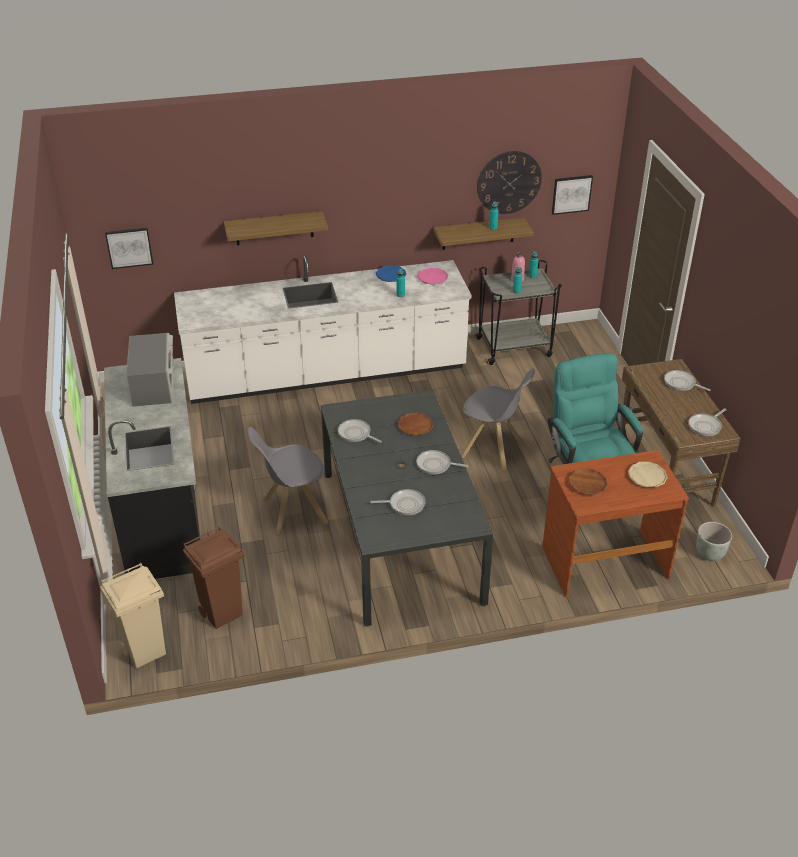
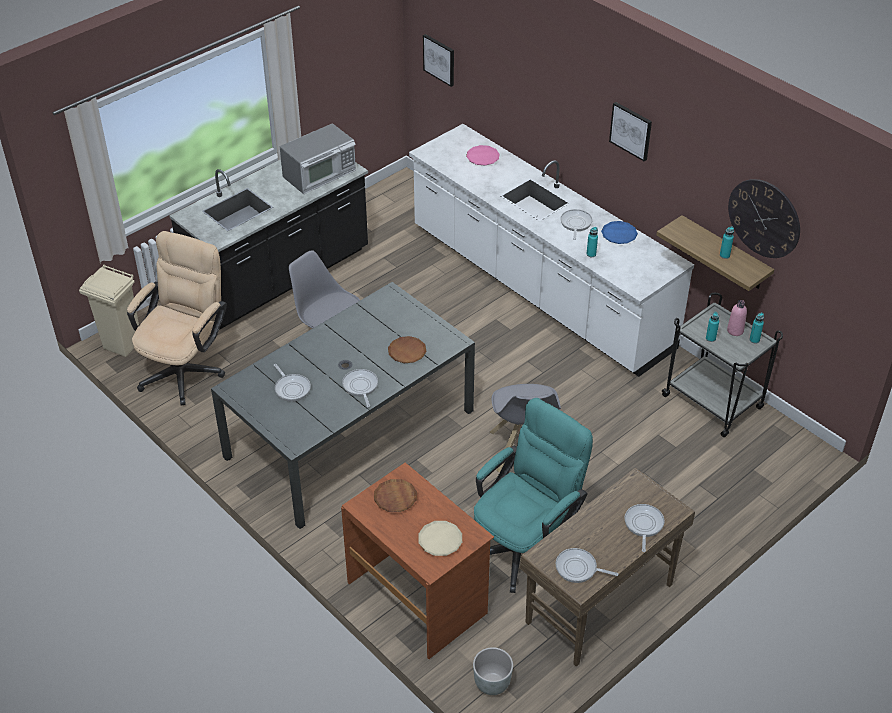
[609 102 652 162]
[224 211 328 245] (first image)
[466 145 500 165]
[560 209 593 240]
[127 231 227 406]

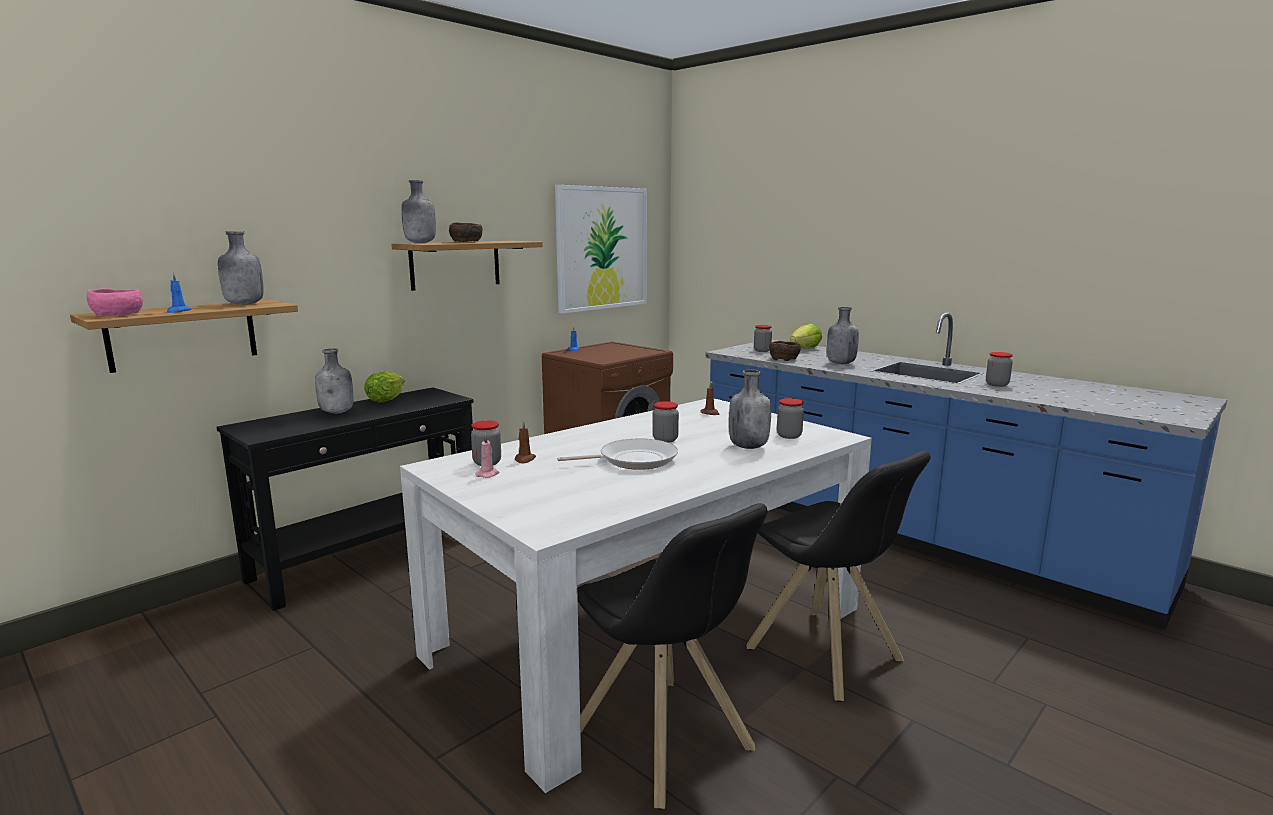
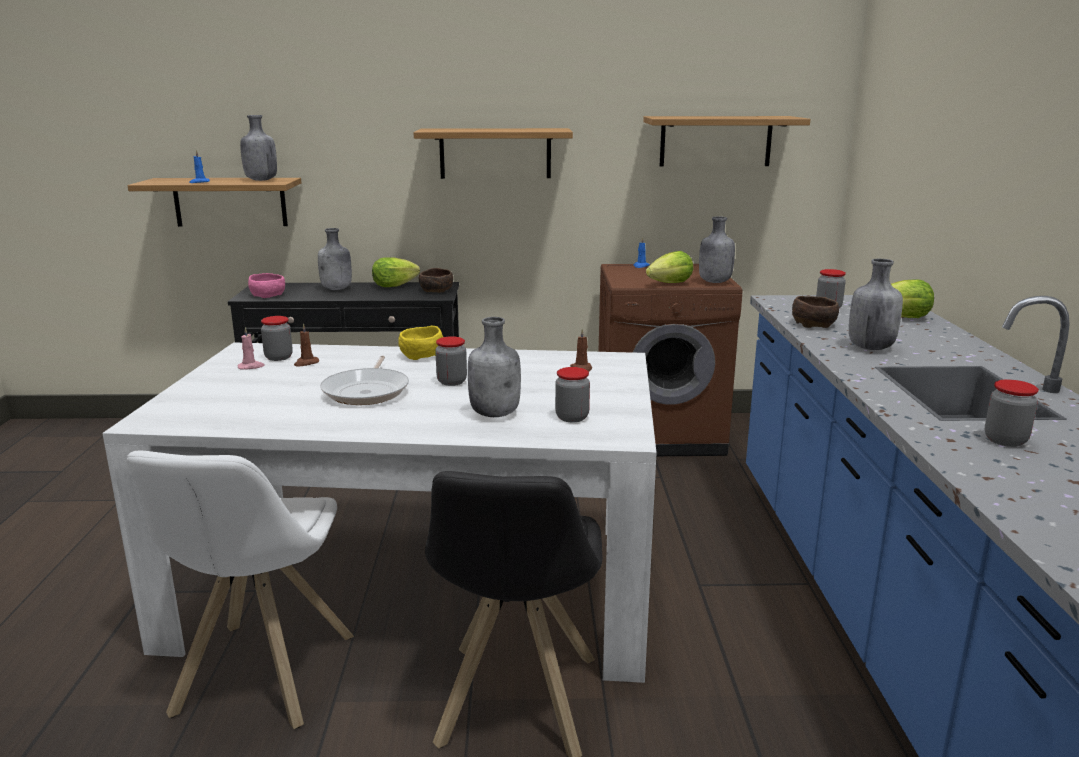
[699 216 735 283]
[643 116 811 167]
[419 268 453 293]
[248 273 285 298]
[320 356 409 405]
[127 451 354 729]
[646 251 694 283]
[398 326 443 360]

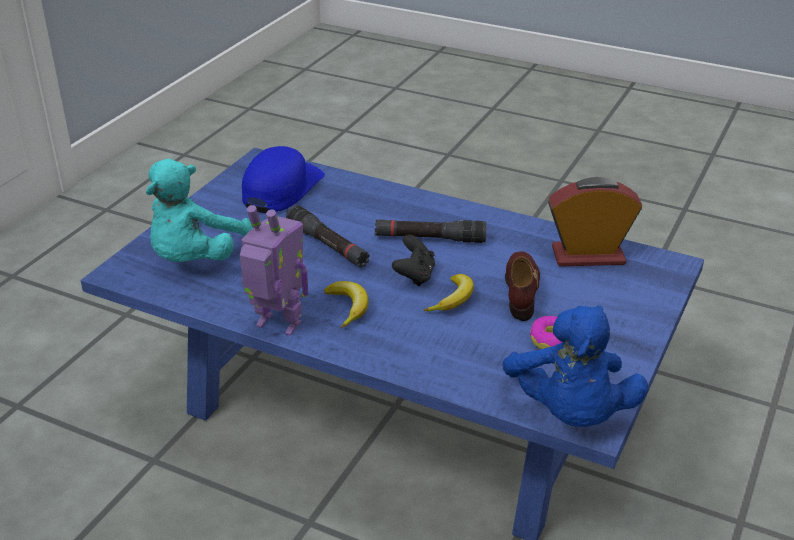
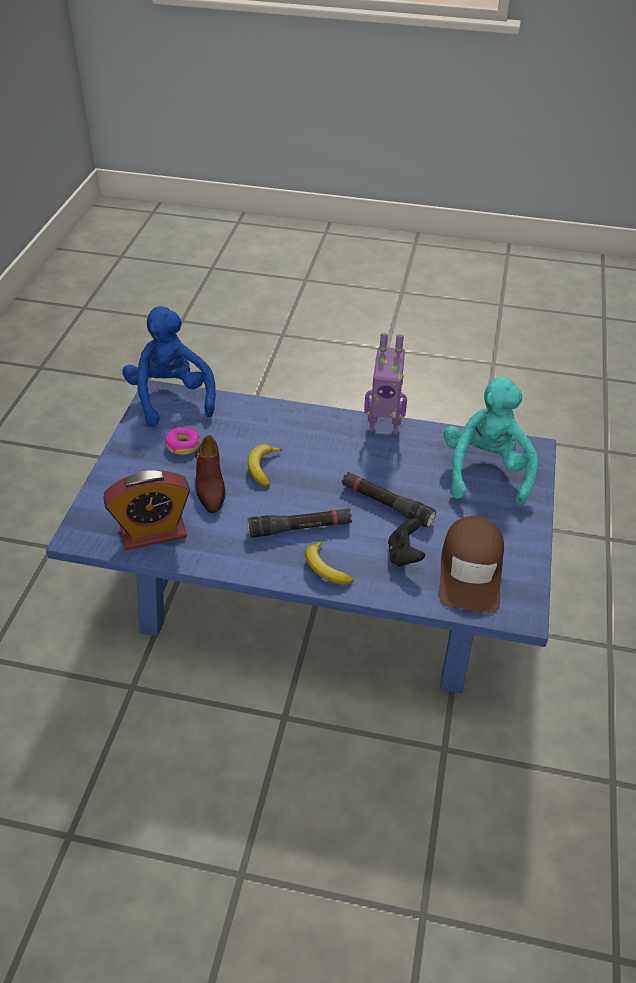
[439 516 504 613]
[388 518 425 567]
[305 541 353 585]

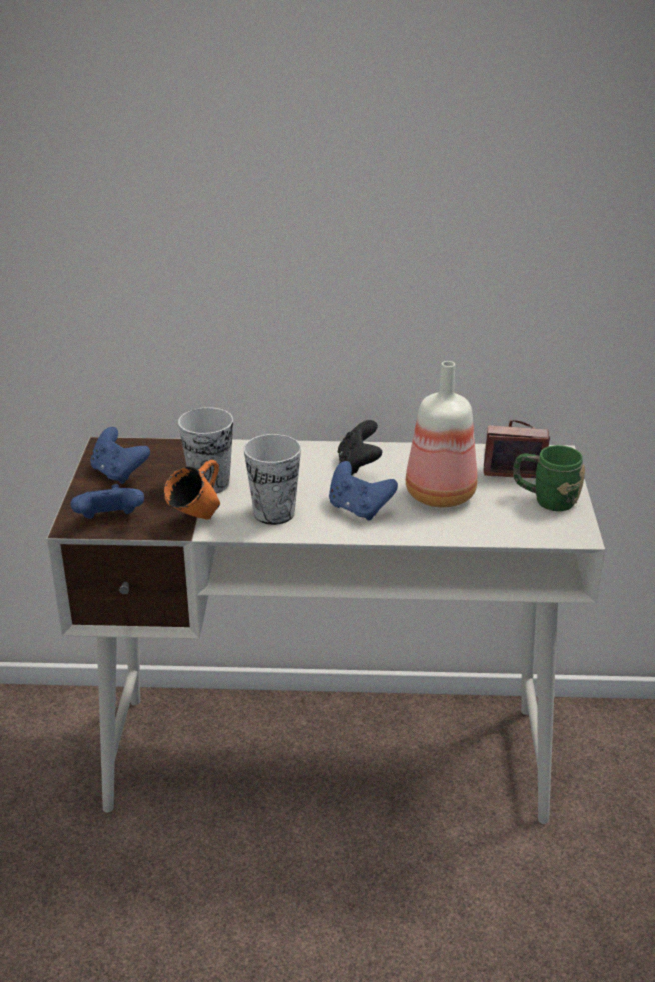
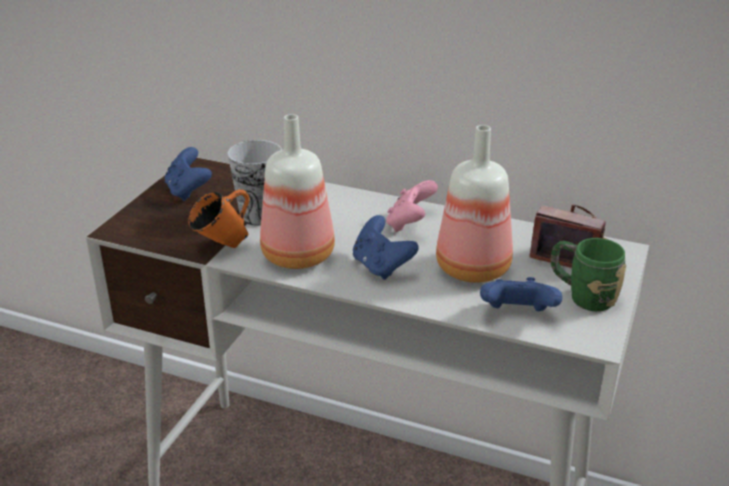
[386 180 438 232]
[260 114 335 269]
[480 277 562 311]

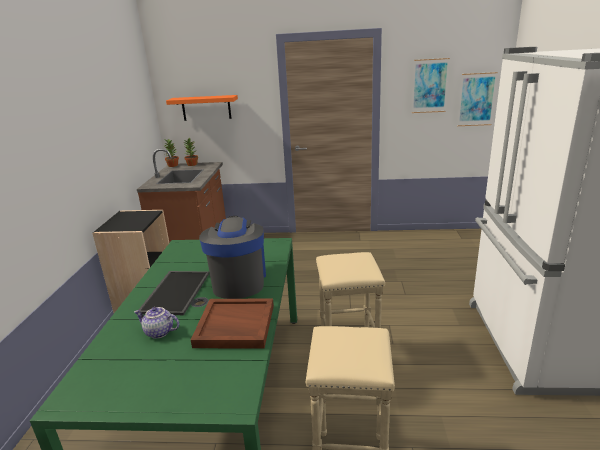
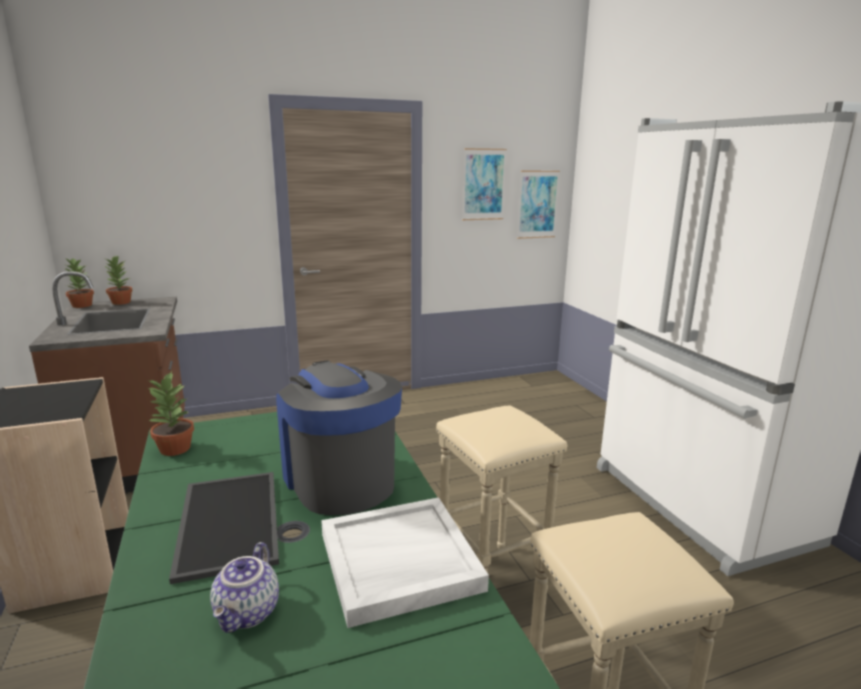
[166 95 238 121] (first image)
[321 497 489 628]
[210 542 279 633]
[147 371 194 456]

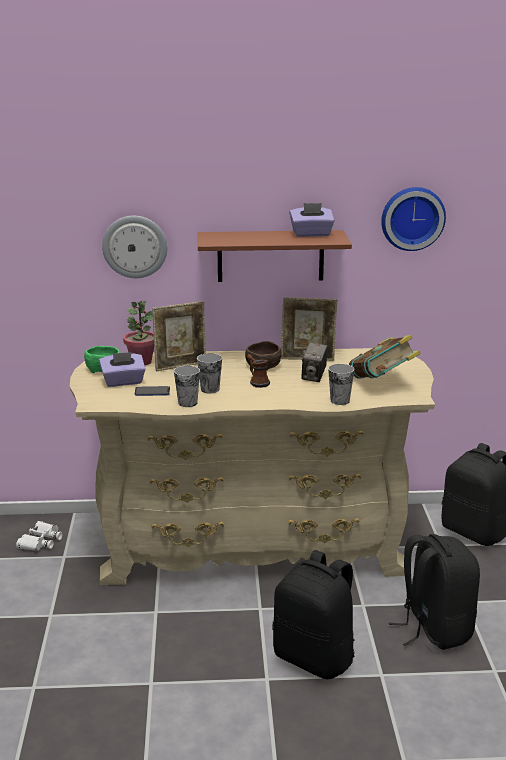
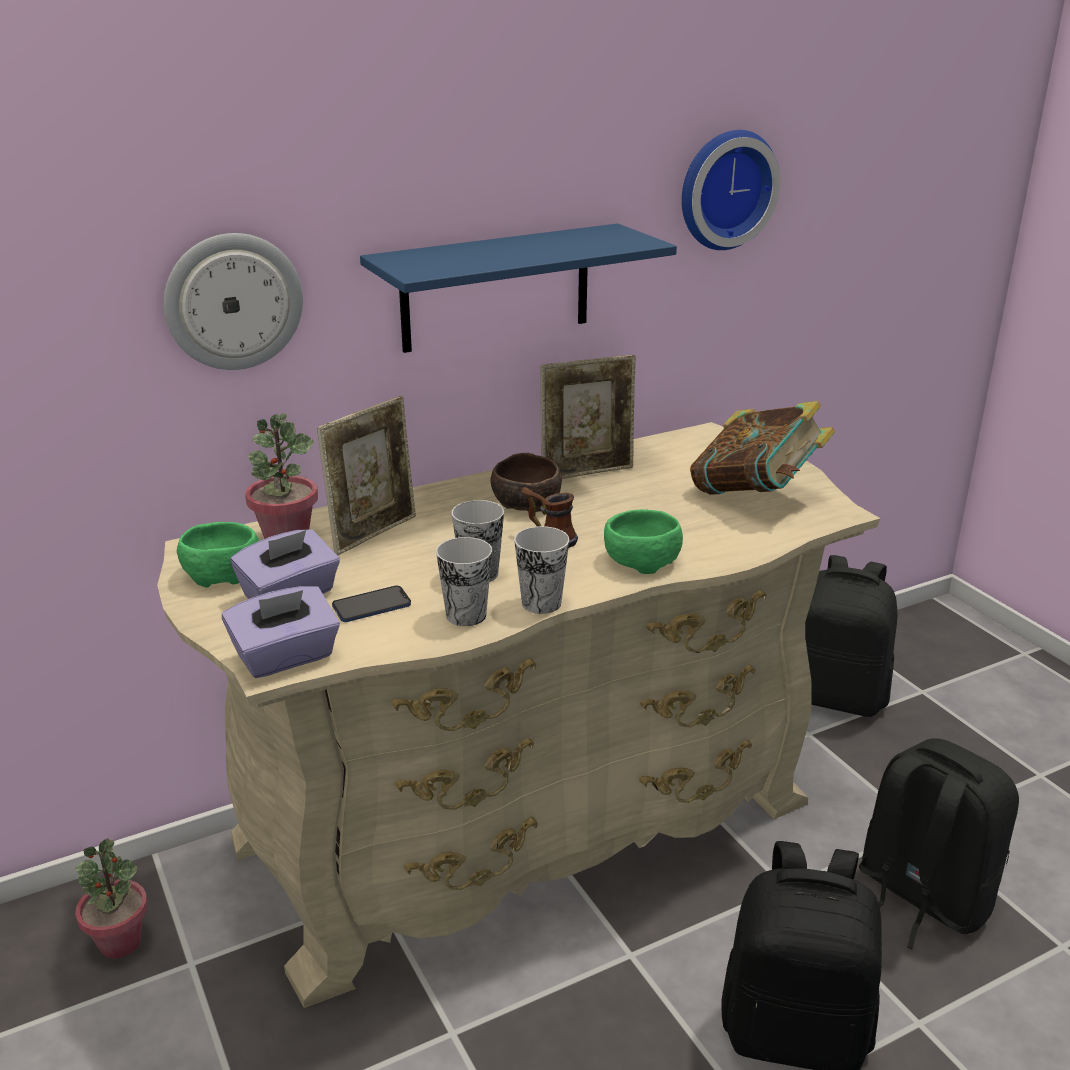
[222 586 340 678]
[360 223 677 353]
[301 342 328 382] (first image)
[514 526 569 614]
[75 838 148 959]
[604 509 683 574]

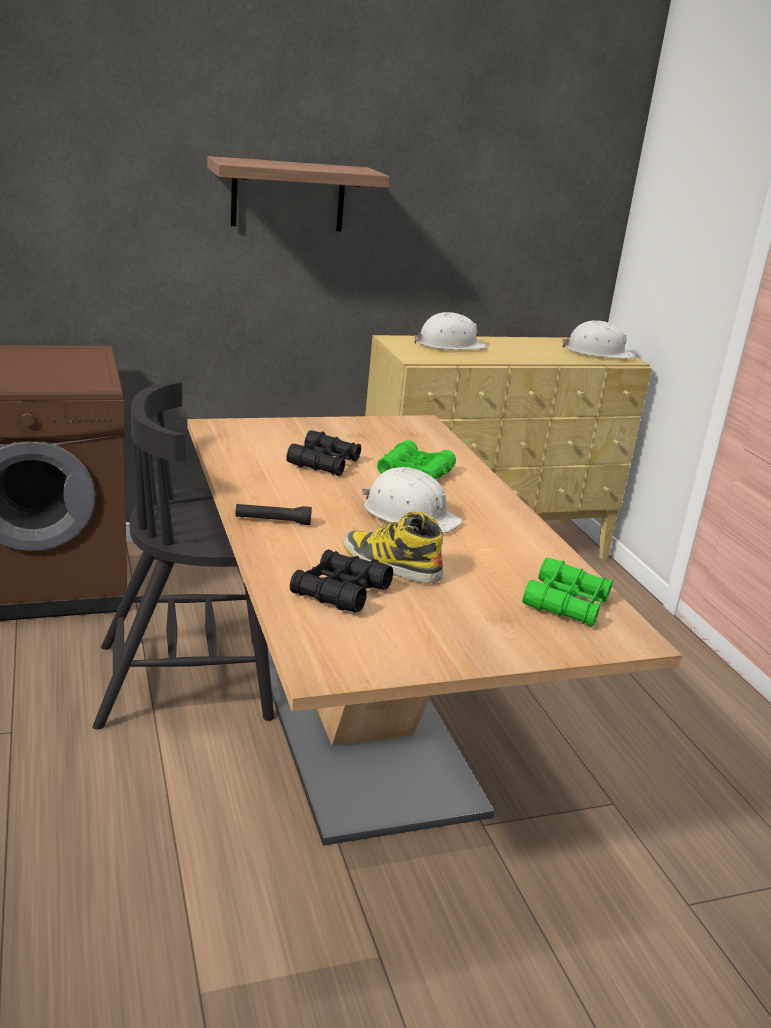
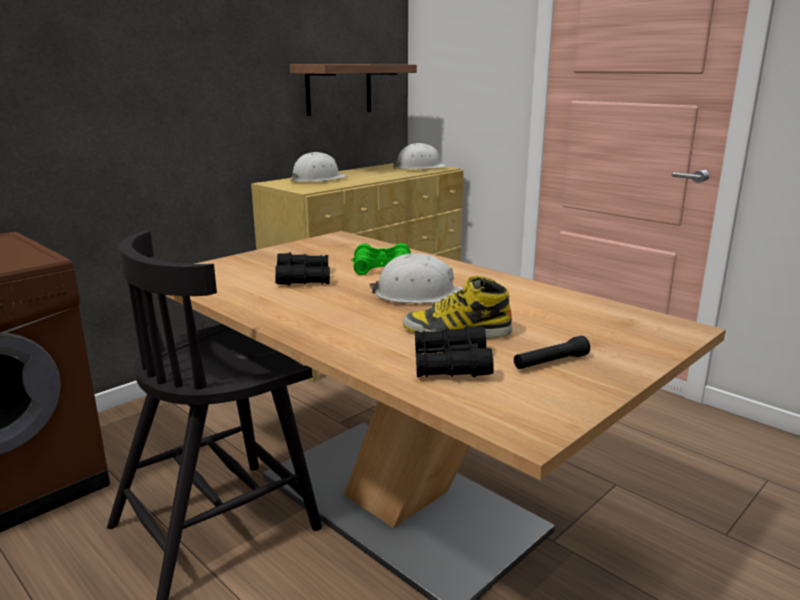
[290 64 417 116]
[514 336 590 369]
[522 557 613 627] (first image)

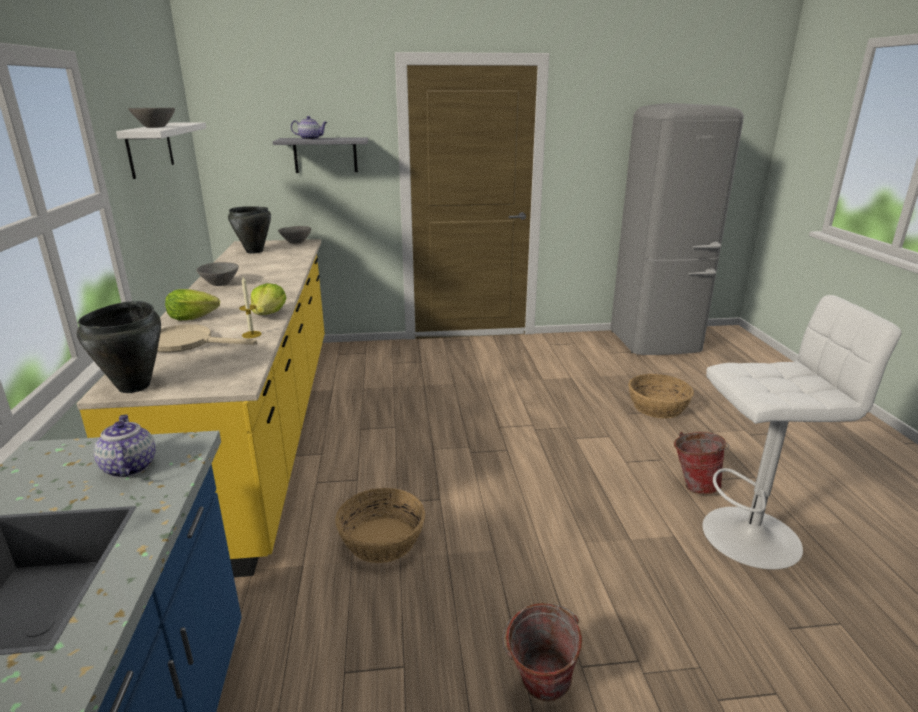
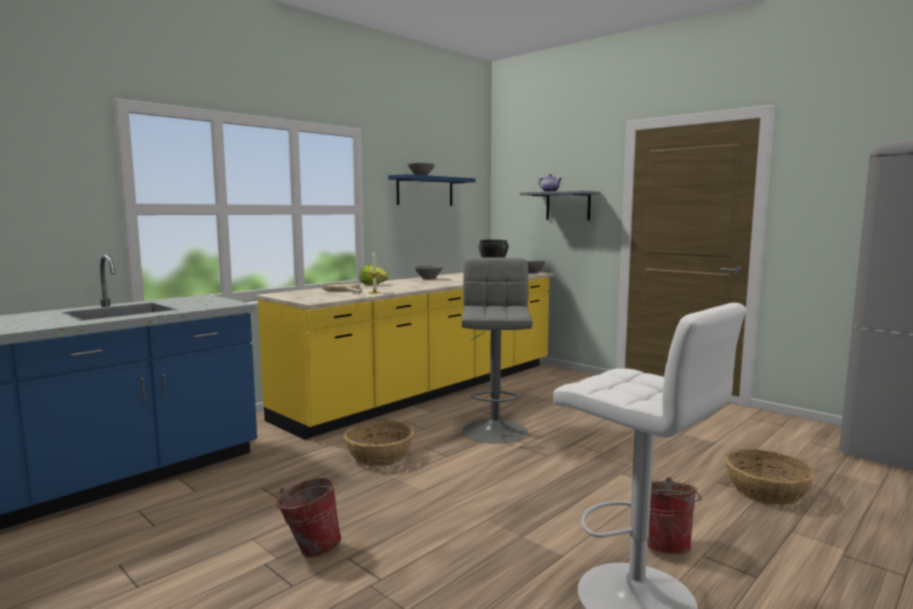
[388 174 476 206]
[251 283 286 315] (first image)
[77 301 161 393] (first image)
[94 414 156 478] (first image)
[461 257 533 443]

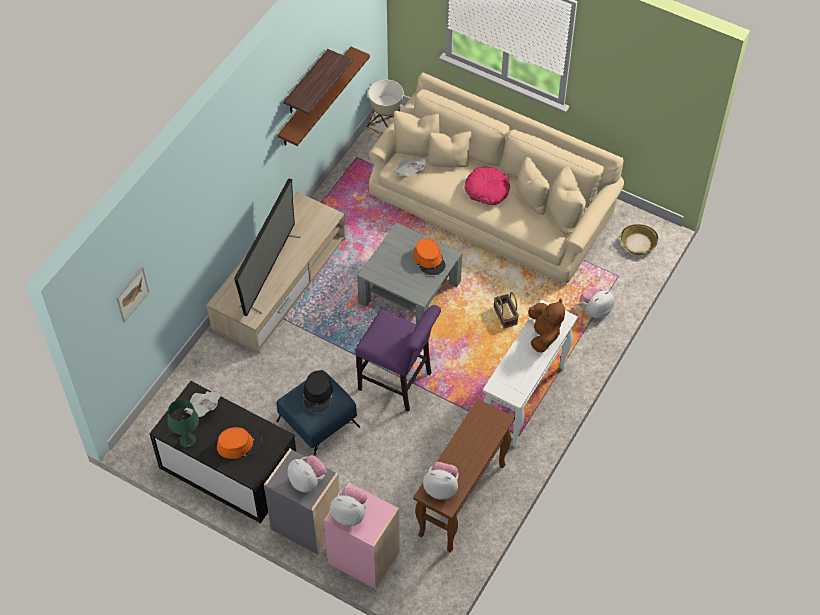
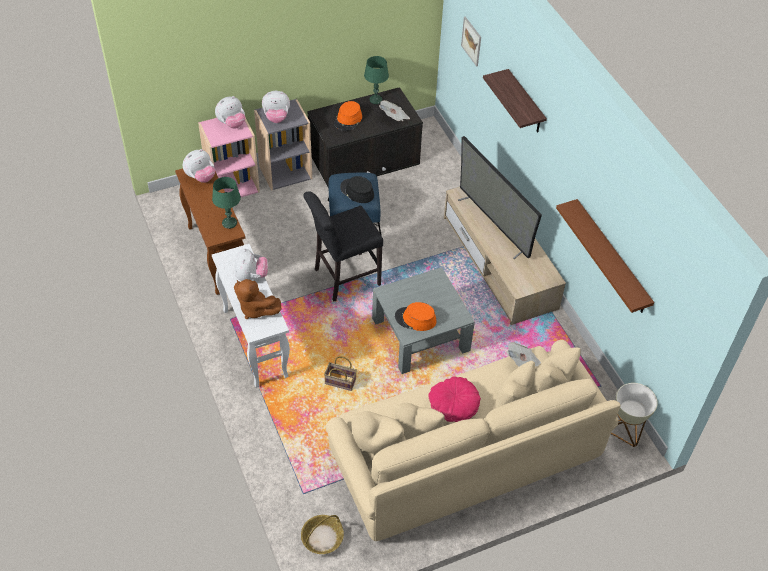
[483 69 547 132]
[234 248 268 281]
[303 191 383 301]
[212 177 241 229]

